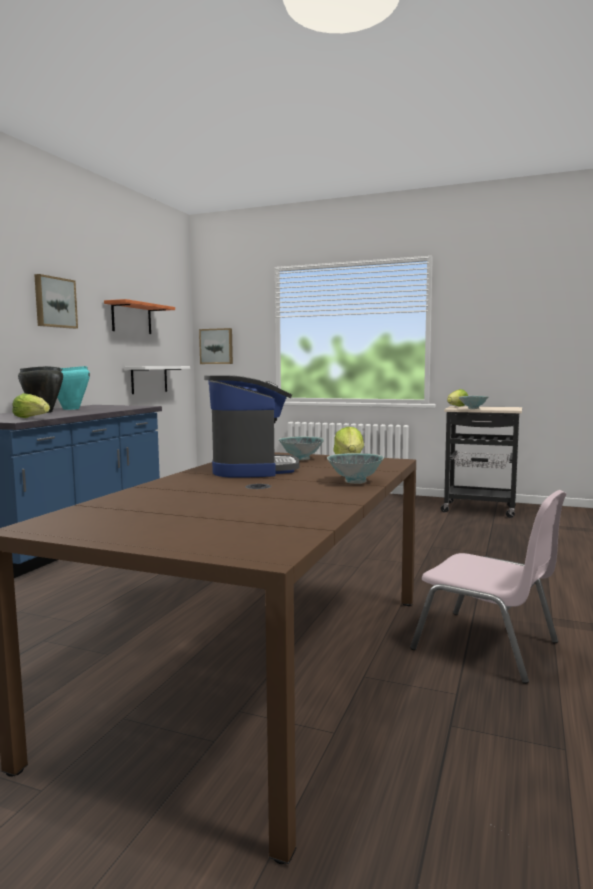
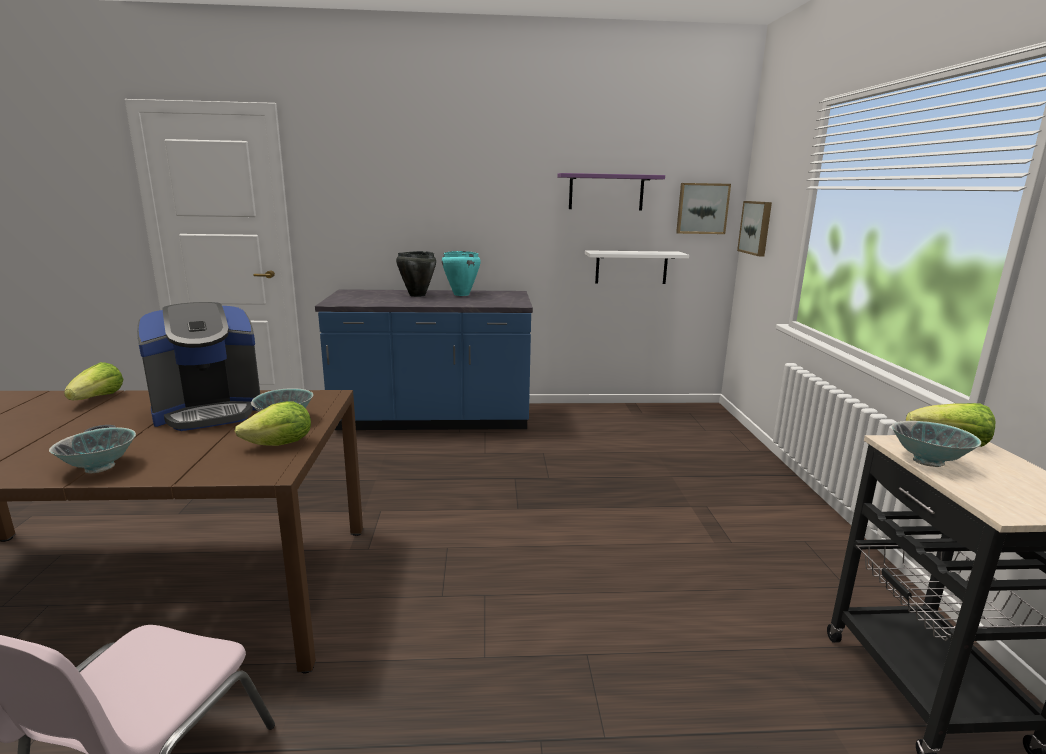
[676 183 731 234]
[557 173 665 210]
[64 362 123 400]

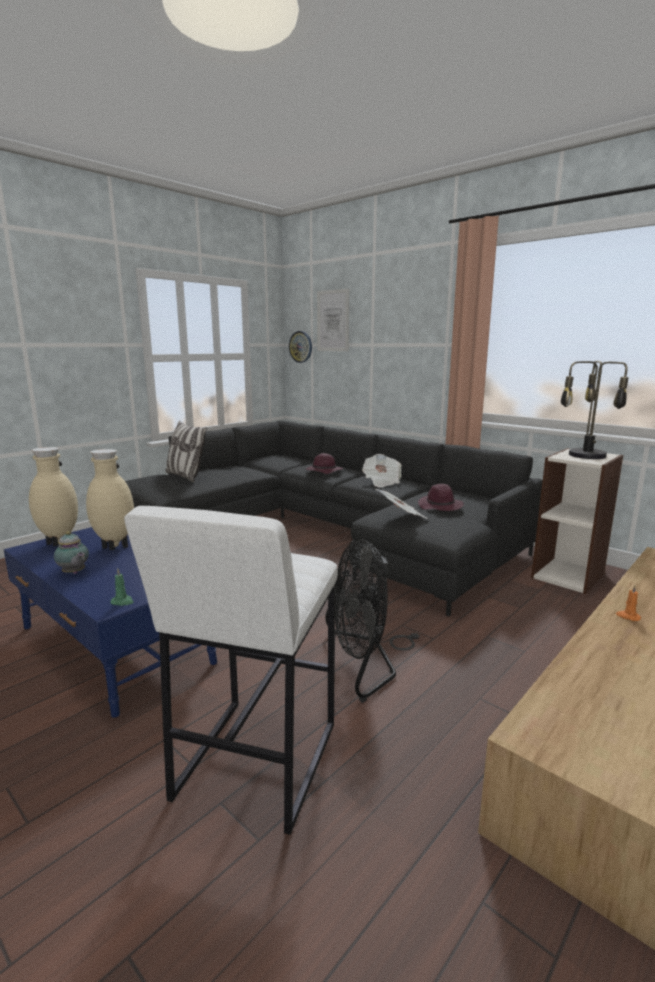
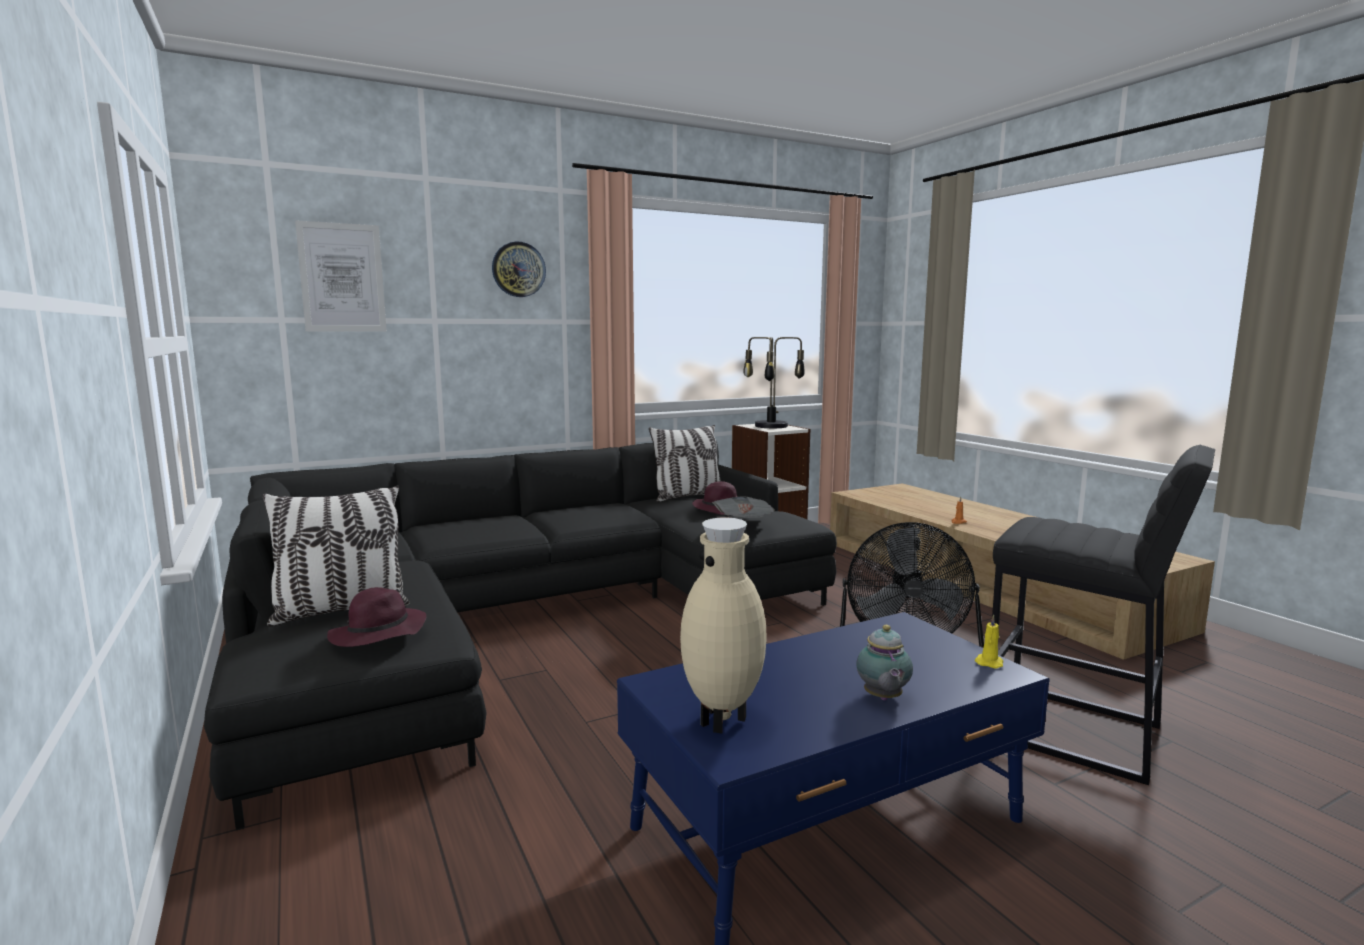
[492 242 546 297]
[86 449 134 550] (first image)
[327 587 427 647]
[362 454 402 487] (first image)
[992 445 1215 785]
[856 625 913 701]
[975 614 1003 668]
[649 425 721 502]

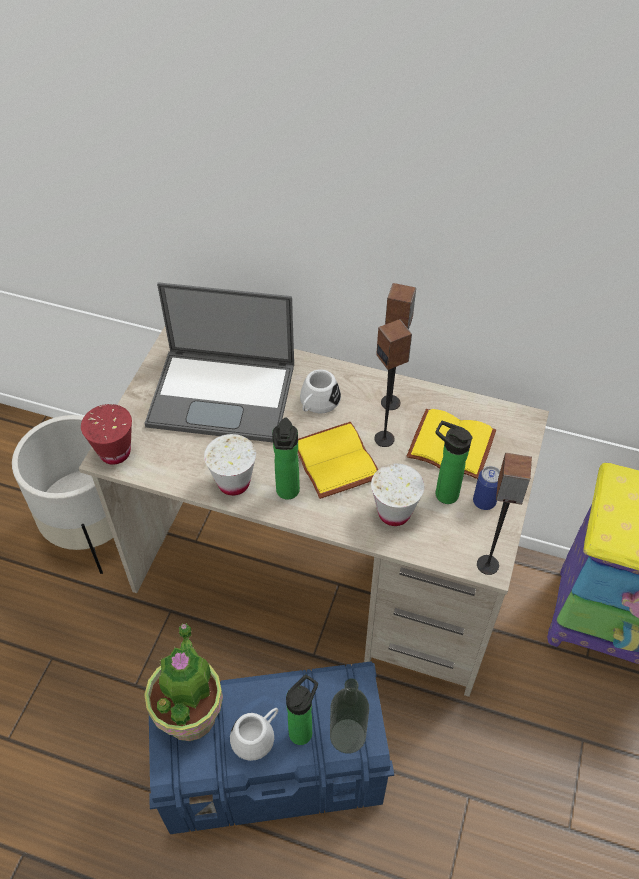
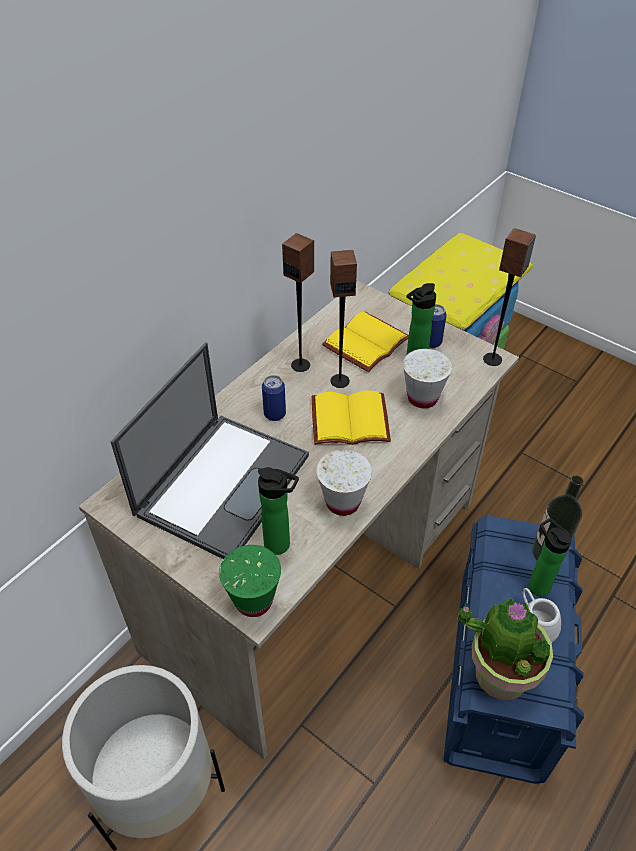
[262 375 286 421]
[219 545 281 617]
[258 467 299 555]

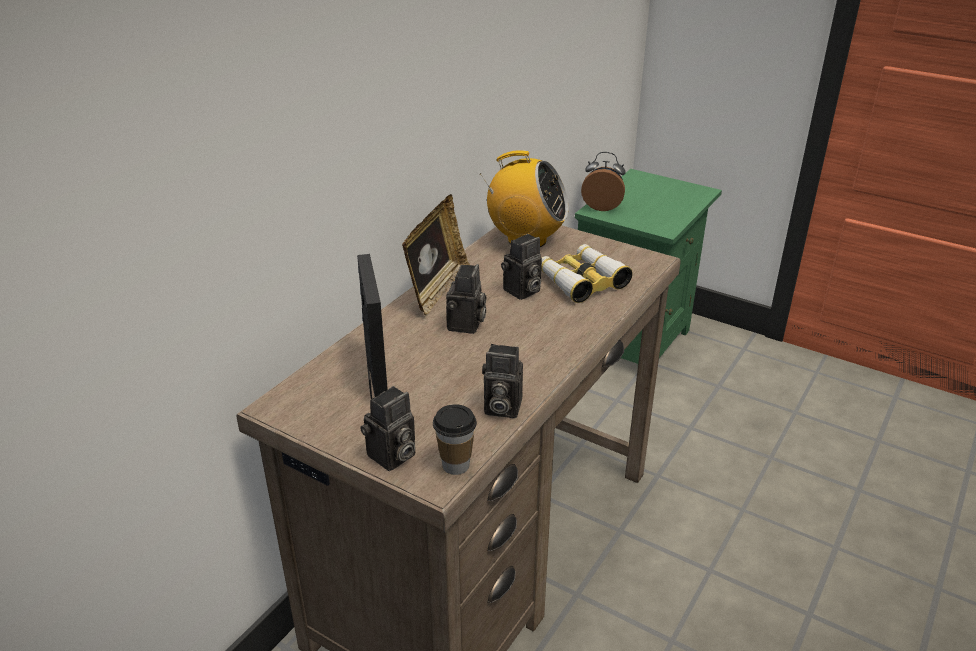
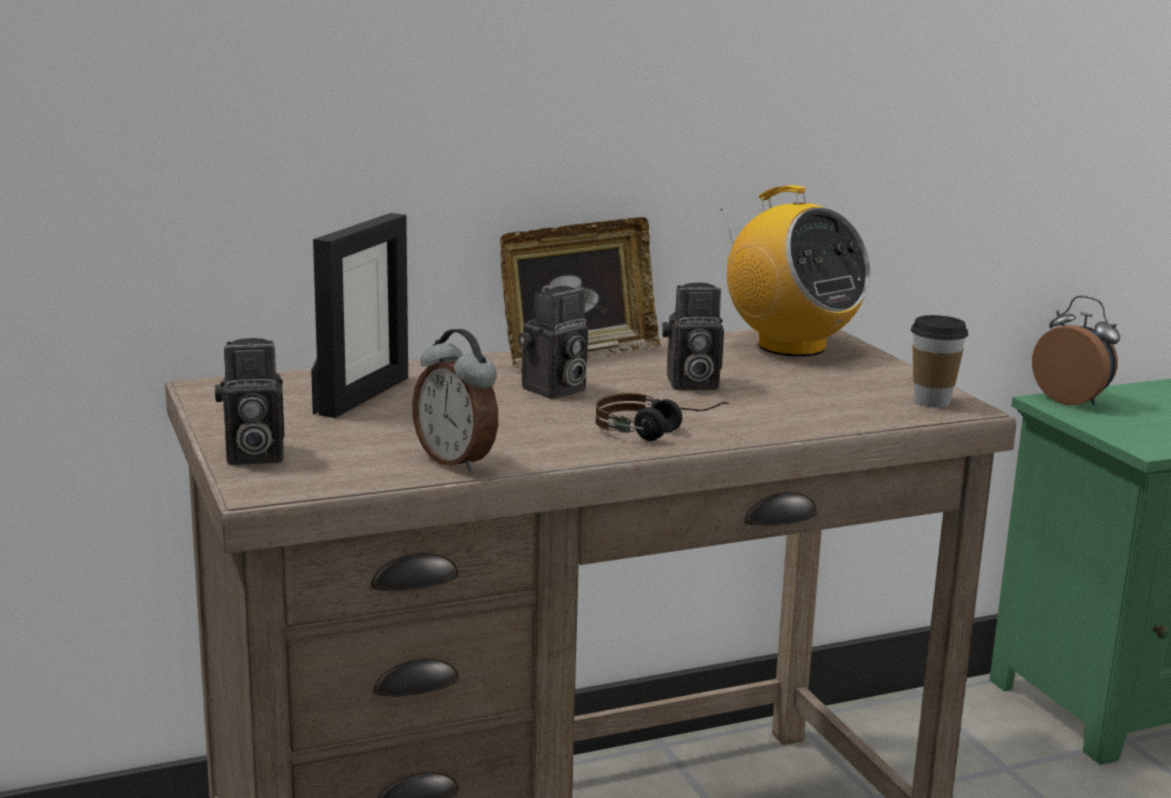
[541 244 633 303] (first image)
[412 329 498 472]
[911 315 968 407]
[595 393 729 441]

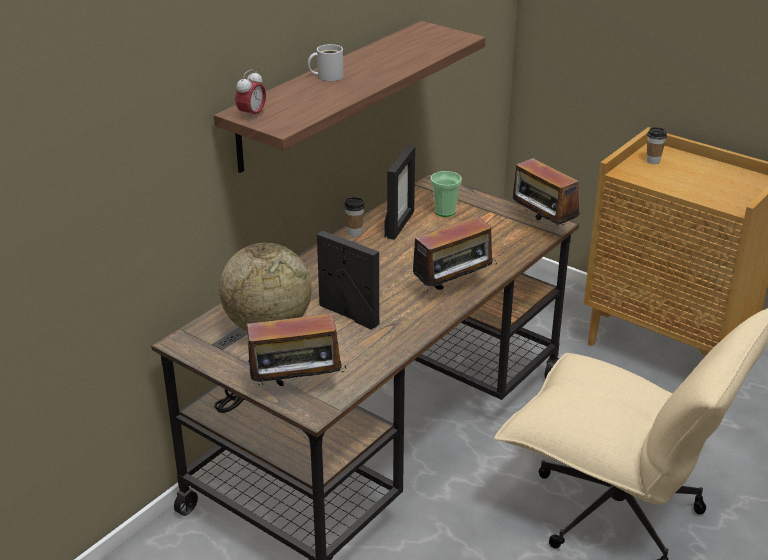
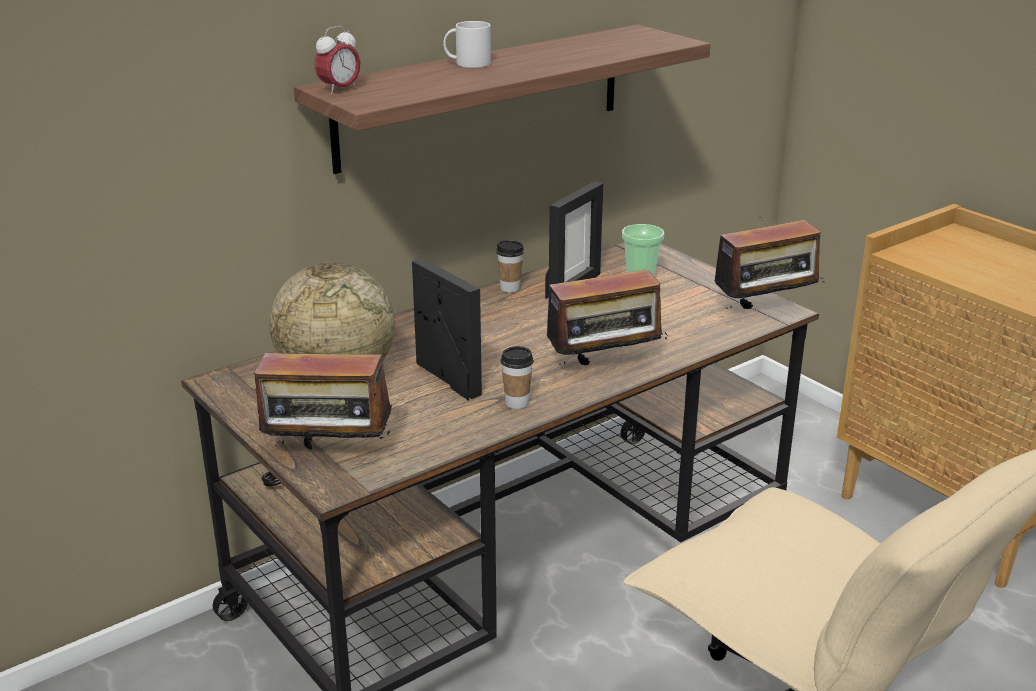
[500 346 534 409]
[707 217 826 309]

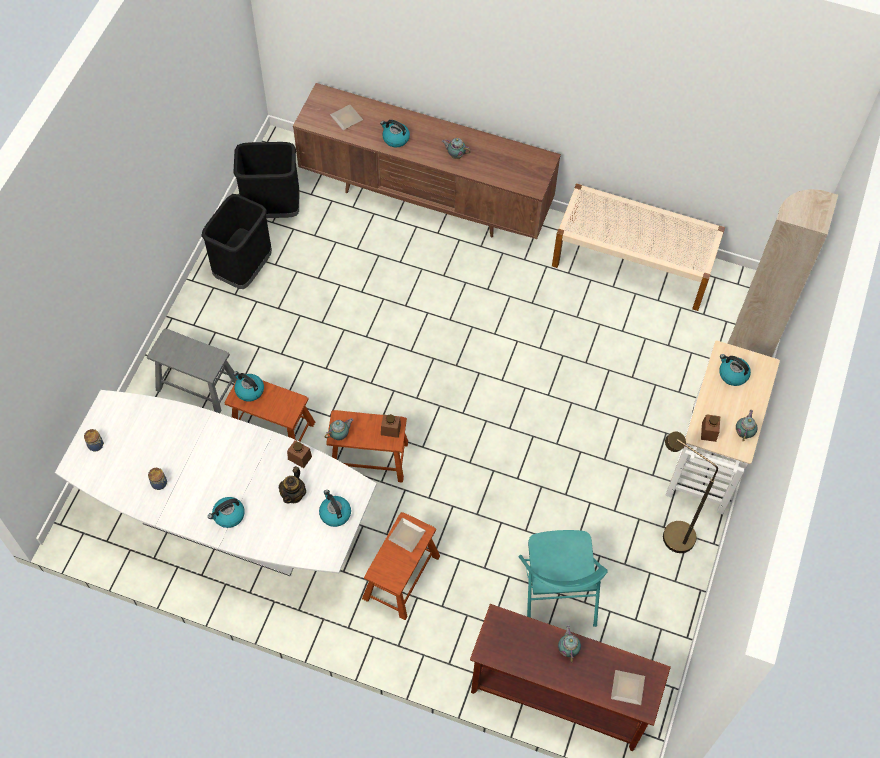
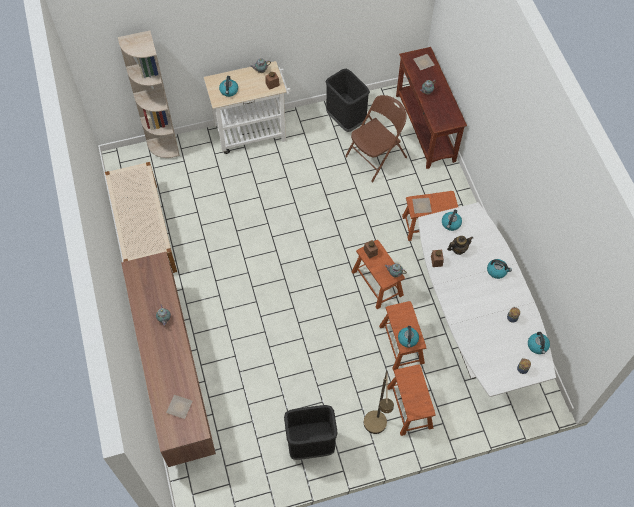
[528 332 550 354]
[326 69 370 132]
[388 365 436 436]
[364 371 394 434]
[345 95 407 183]

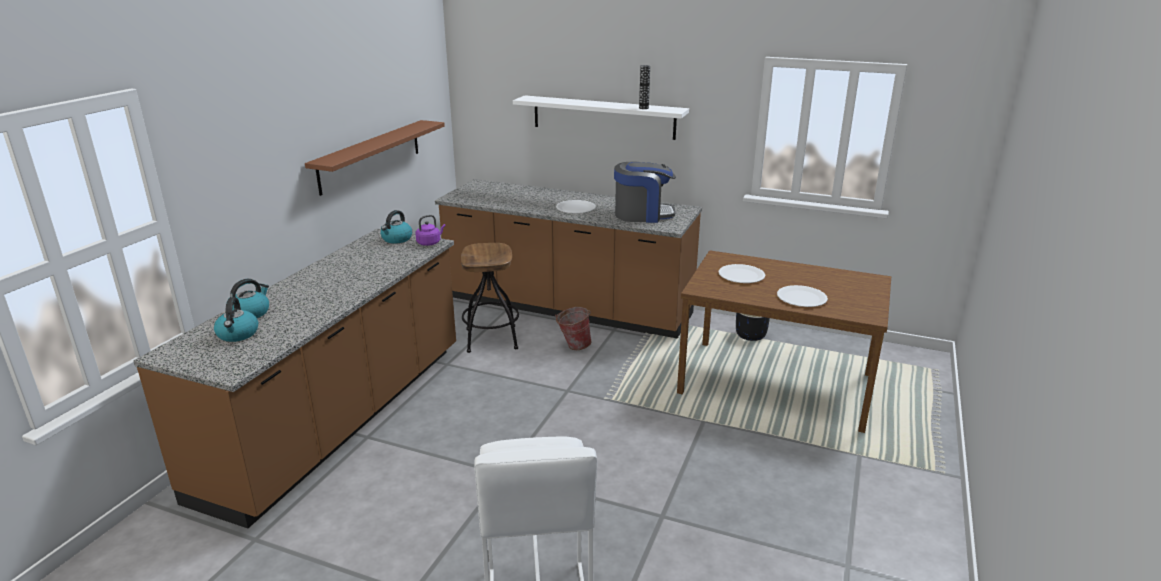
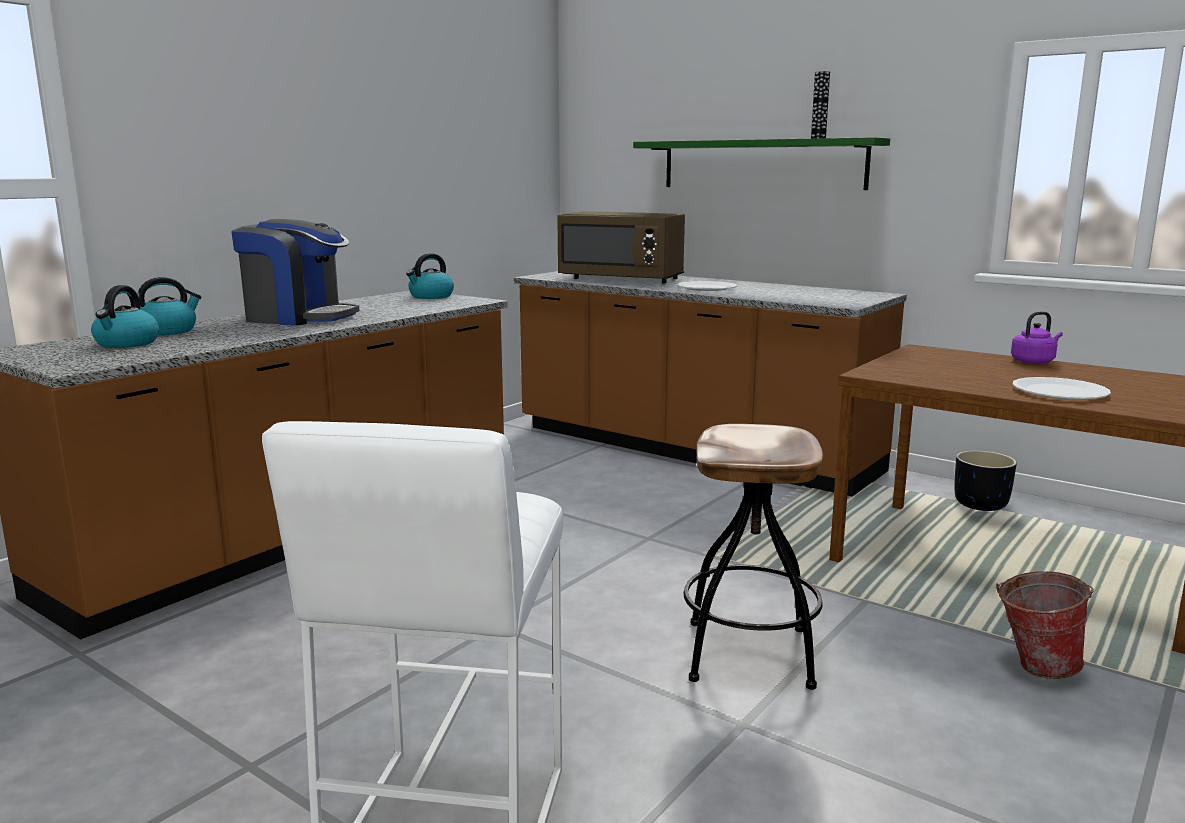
[633 137 890 190]
[305 120 445 196] (first image)
[231 219 360 326]
[1011 311 1063 364]
[684 424 824 690]
[718 264 765 283] (first image)
[996 571 1094 679]
[557 211 685 283]

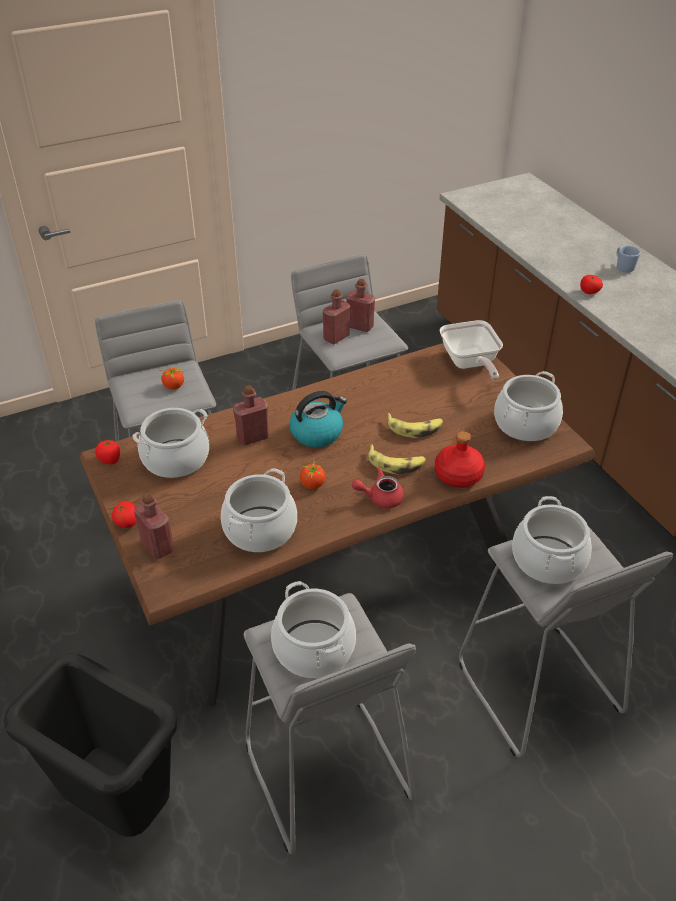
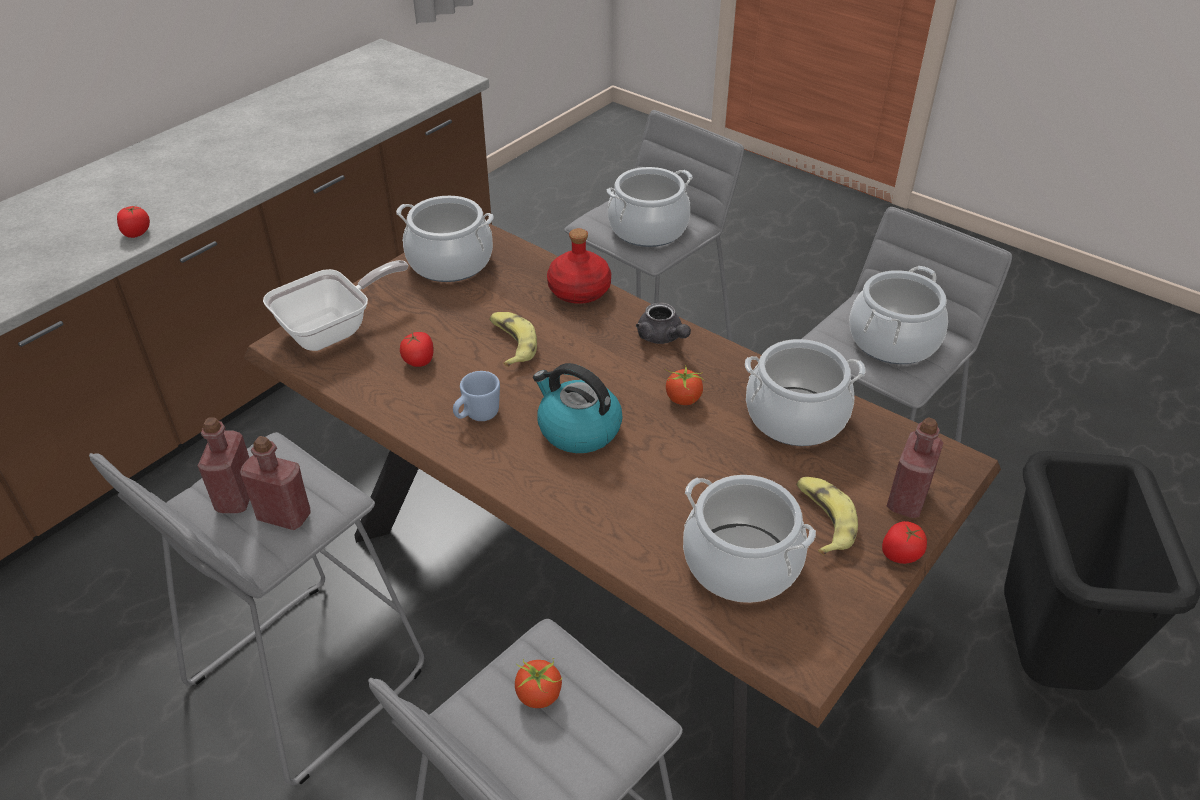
[453 371 500 421]
[233 385 269 445] (first image)
[400 332 434 367]
[796 477 858 555]
[636 302 691 344]

